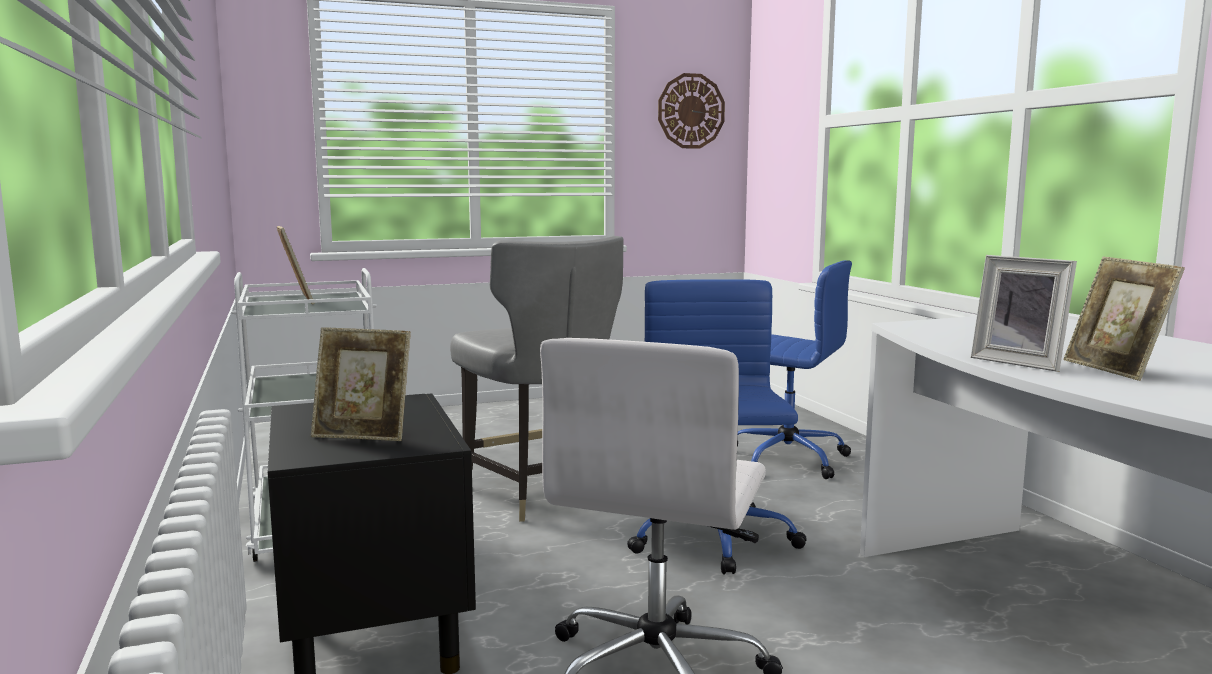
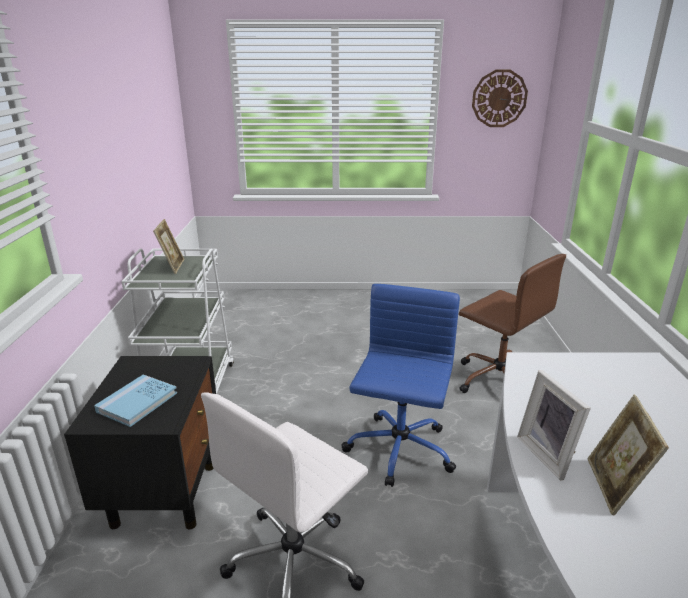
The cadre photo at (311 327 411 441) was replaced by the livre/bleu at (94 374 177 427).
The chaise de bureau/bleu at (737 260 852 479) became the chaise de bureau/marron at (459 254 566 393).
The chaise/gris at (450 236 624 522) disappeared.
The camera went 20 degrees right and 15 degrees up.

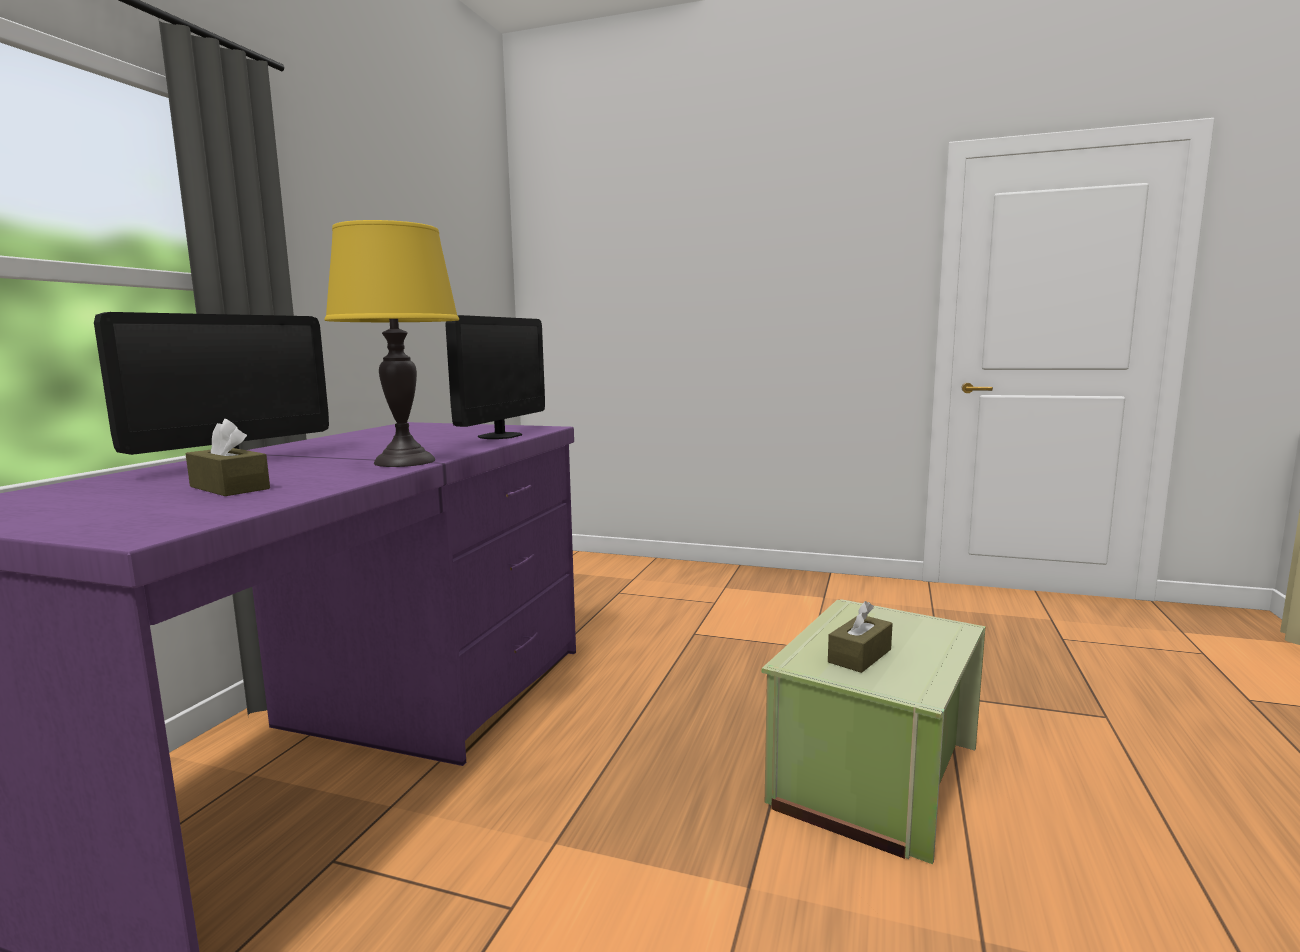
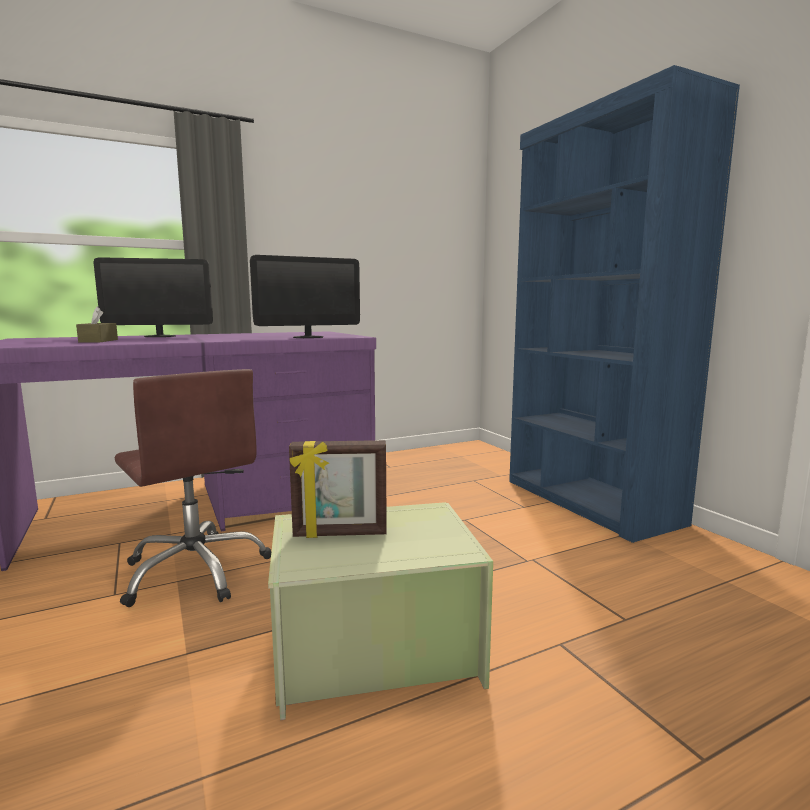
The chaise de bureau/marron at (115 369 271 607) appeared.
The boîte à mouchoirs/marron at (828 601 893 673) was replaced by the cadre photo at (289 440 387 538).
The bibliothèque/bleu at (509 65 740 543) appeared.
The lampe de table/jaune at (324 220 459 467) disappeared.
The camera went 45 degrees right and 0 degrees up.

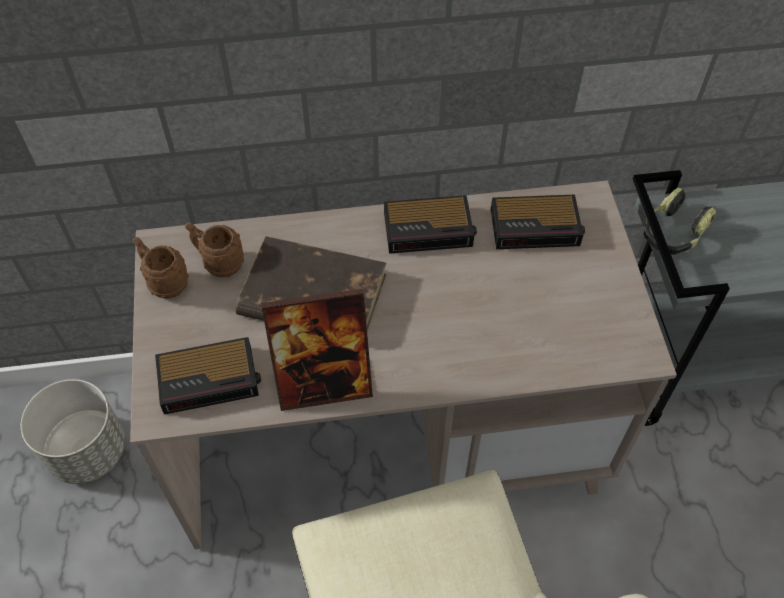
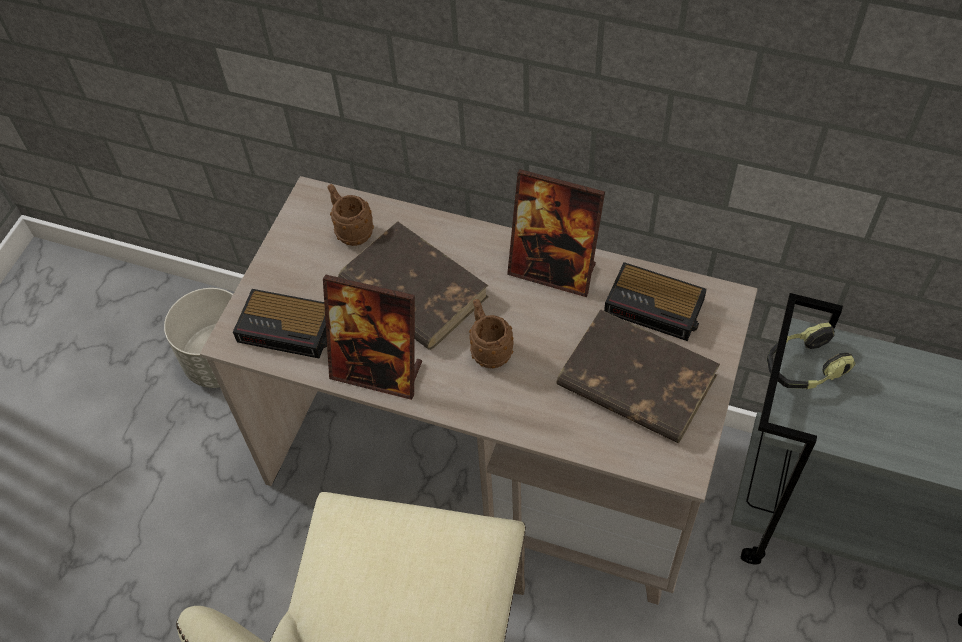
The mug/marron moved from (133 237 189 299) to (469 299 514 368).
The réveil at (384 195 477 254) was replaced by the cadre photo at (507 169 605 297).
The livre/marron at (556 309 720 443) appeared.
The camera went 30 degrees right and 0 degrees up.

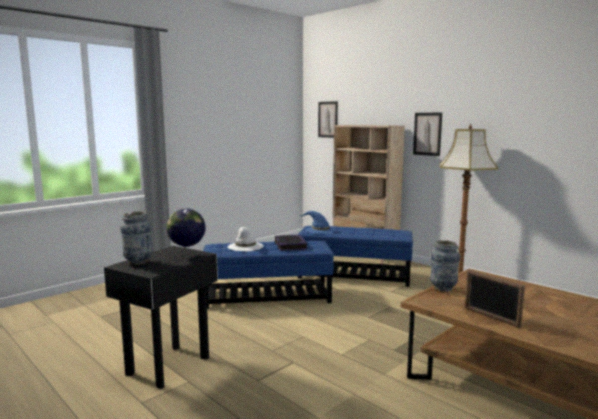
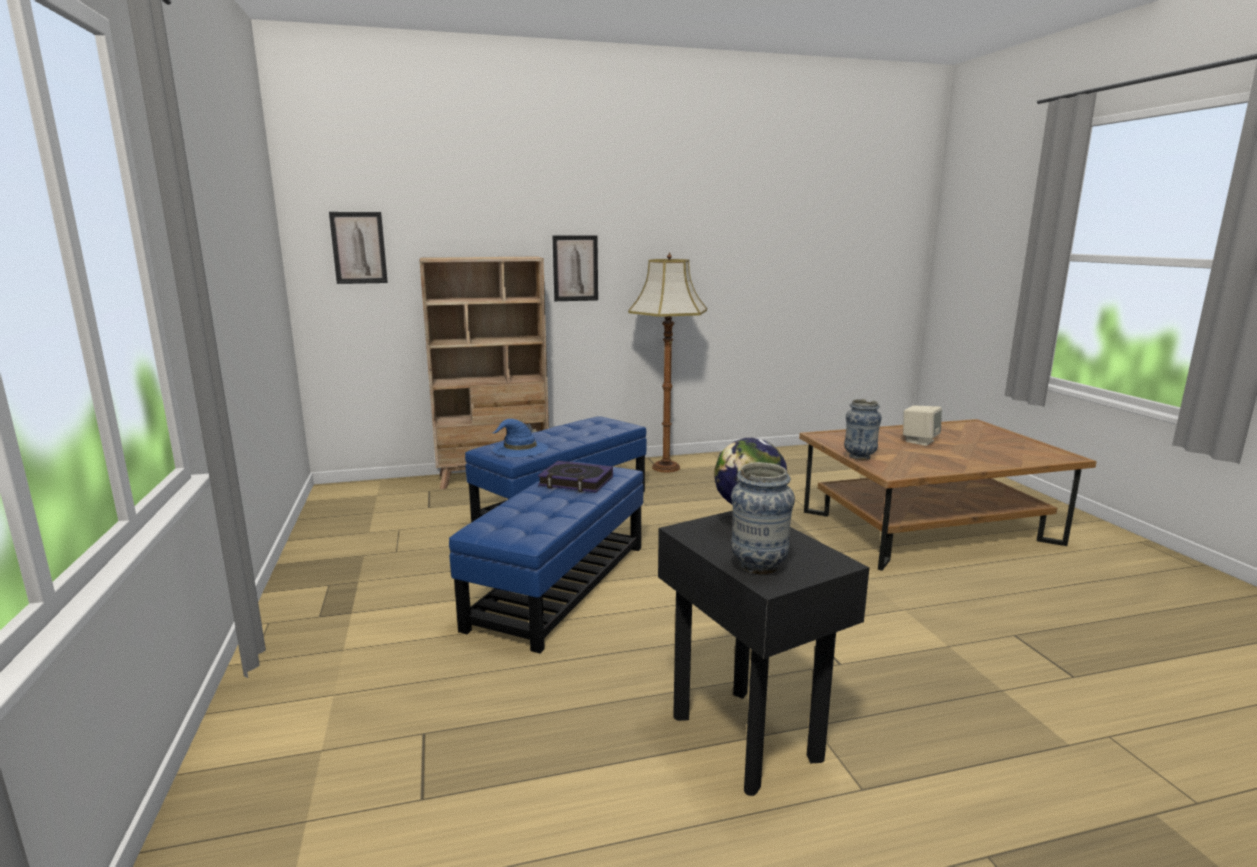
The enceinte/beige at (903 405 942 446) appeared.
The chapeau/blanc at (228 227 264 251) disappeared.
The cadre photo at (465 269 525 328) disappeared.
The camera went 60 degrees left and 5 degrees up.

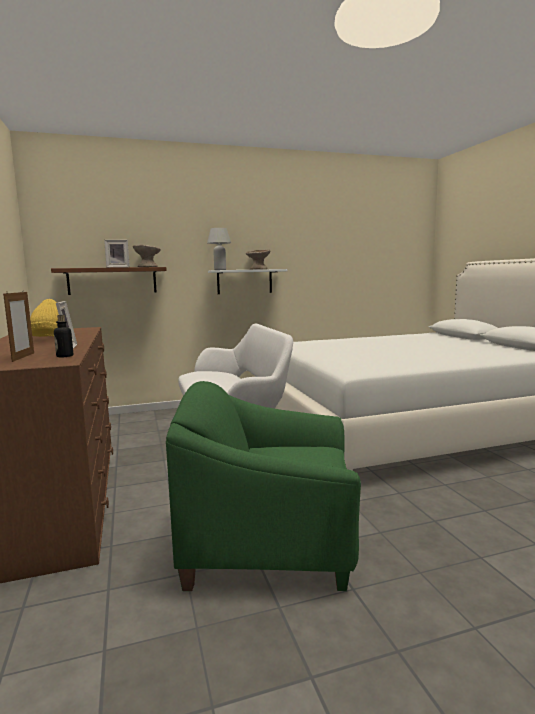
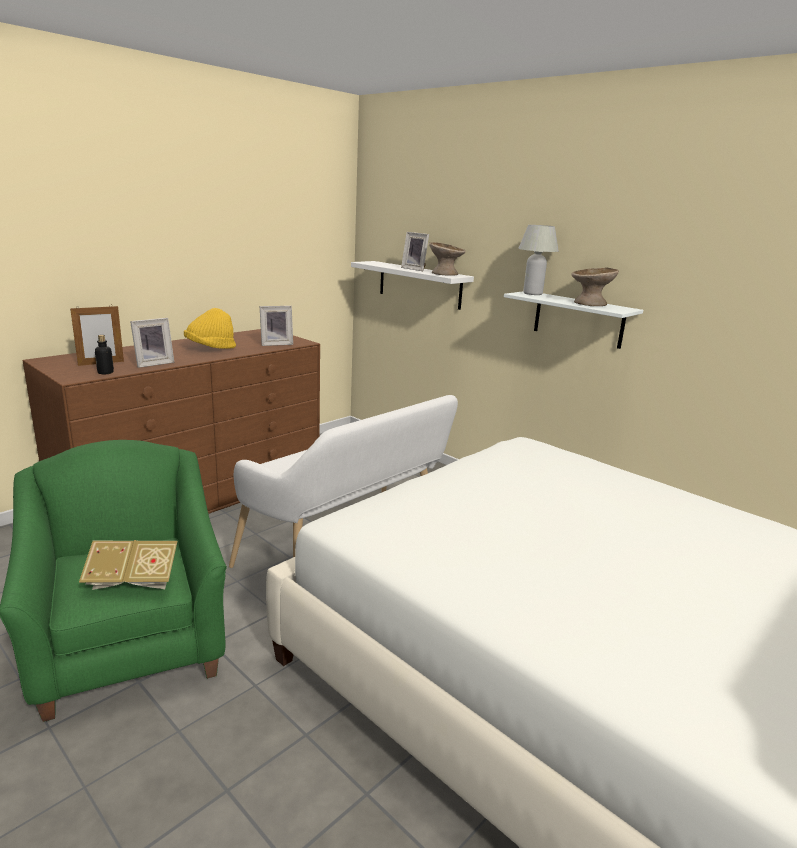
The livre at (79 540 178 590) appeared.
The cadre photo at (260 306 293 346) appeared.
The étagère/marron at (51 267 167 295) became the étagère/blanc at (351 261 474 310).
The camera went 60 degrees right and 10 degrees up.

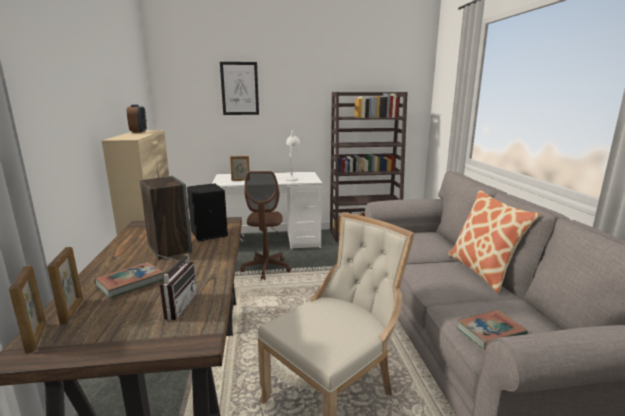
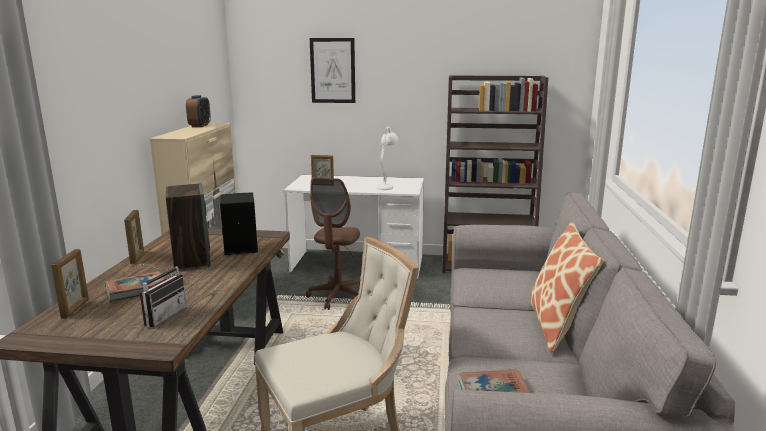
The cadre photo moved from (9 265 46 354) to (124 210 144 264).
The camera went 15 degrees right and 0 degrees up.

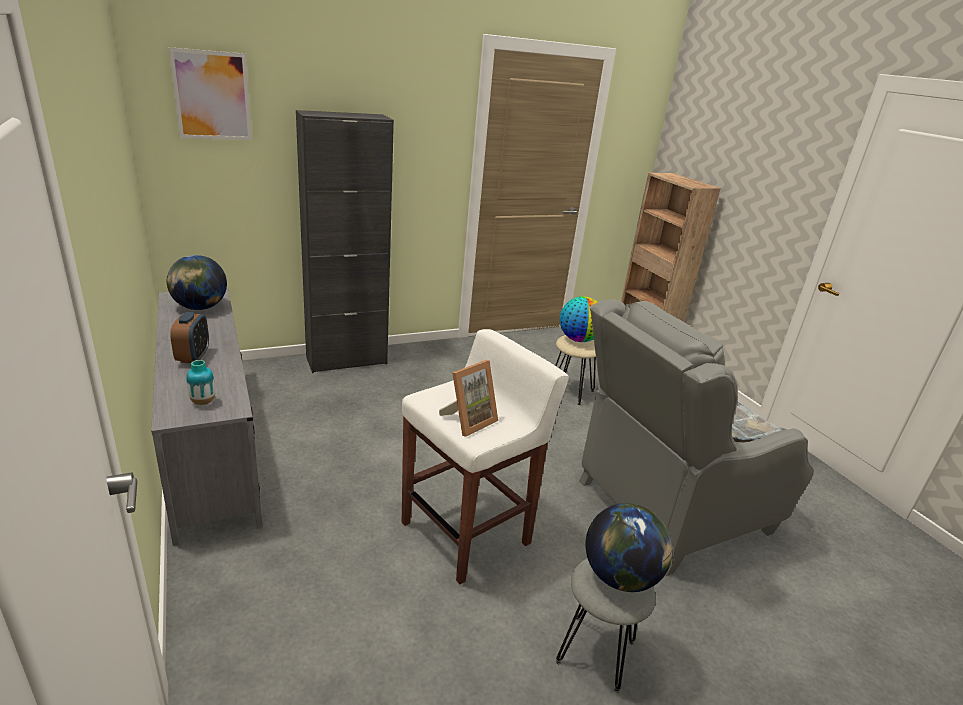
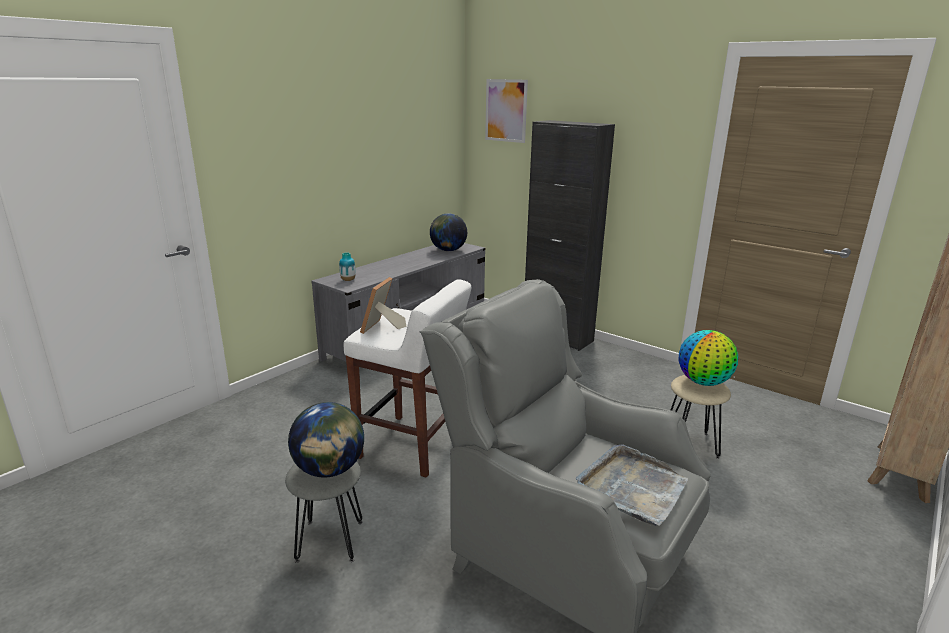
The cadre photo at (439 360 498 437) turned 90 degrees clockwise.
The réveil at (170 312 209 363) disappeared.
The camera went 65 degrees right and 5 degrees down.

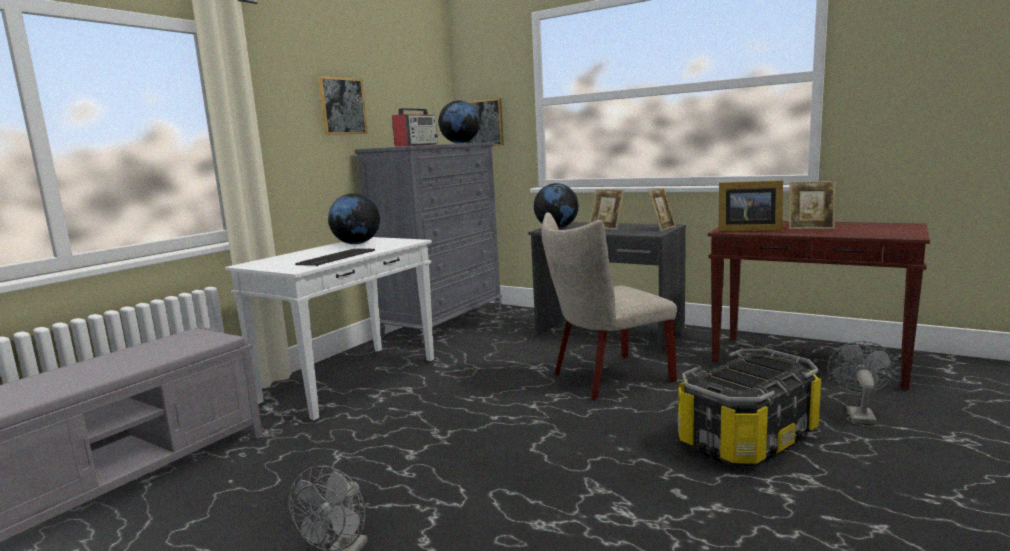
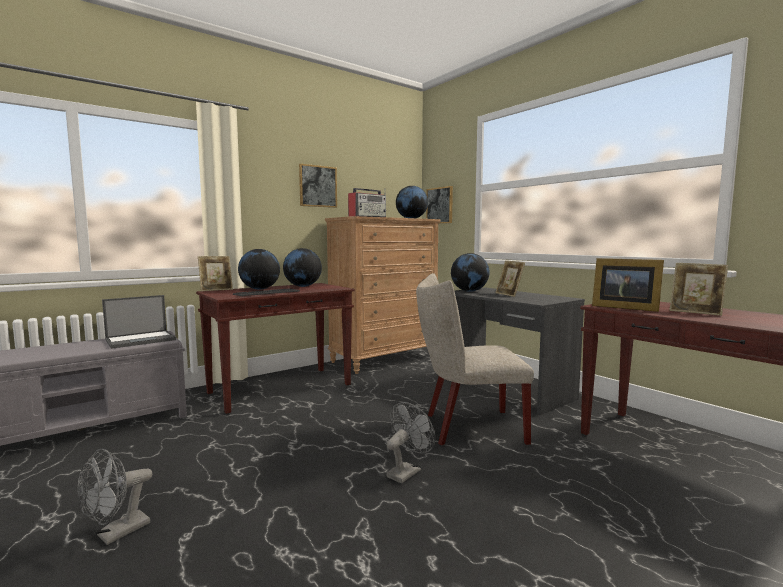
The ordinateur portable at (102 295 176 349) appeared.
The table console/blanc at (225 237 434 421) became the table console/marron at (196 283 355 414).
The cadre photo moved from (648 188 676 232) to (198 256 233 291).
The globe at (238 249 280 289) appeared.
The commode/gris at (354 142 502 347) became the commode/marron at (325 216 441 374).
The ventilateur/gris moved from (828 341 896 425) to (386 402 435 483).
The boîte de rangement at (678 349 821 466) disappeared.
The camera went 20 degrees right and 5 degrees down.

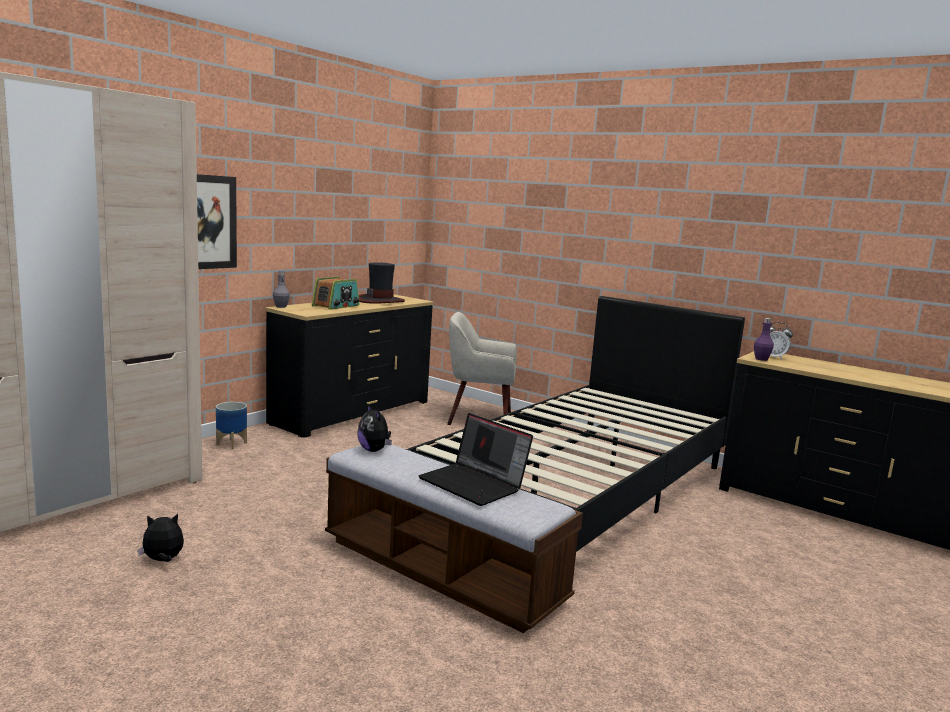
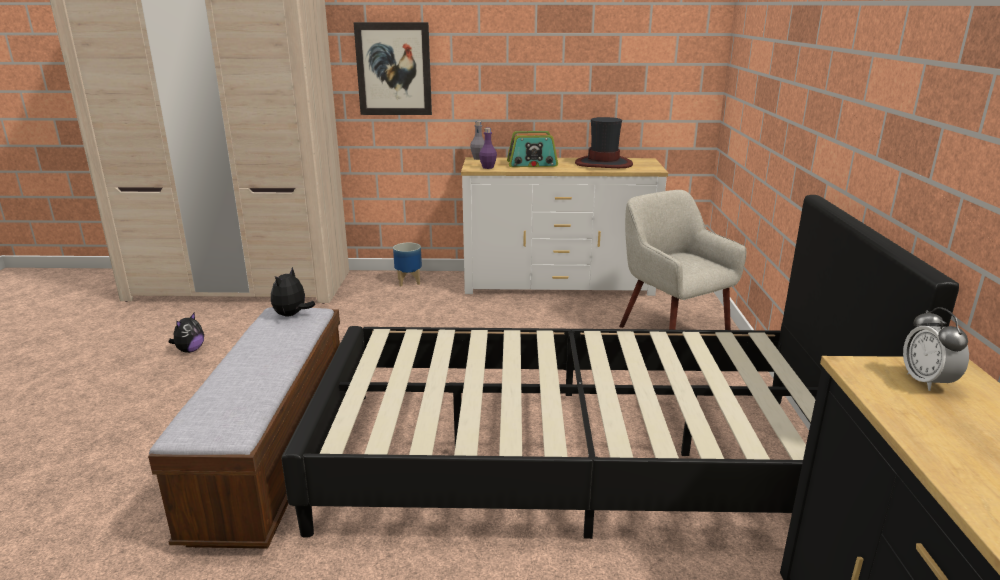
The peluche at (137 514 184 562) turned 75 degrees clockwise.
The commode/noir at (265 294 434 438) became the commode/blanc at (461 157 668 296).
The bouteille/violet moved from (754 318 774 361) to (479 128 497 169).
The ordinateur portable at (419 413 533 506) disappeared.
The camera went 55 degrees right and 10 degrees up.

